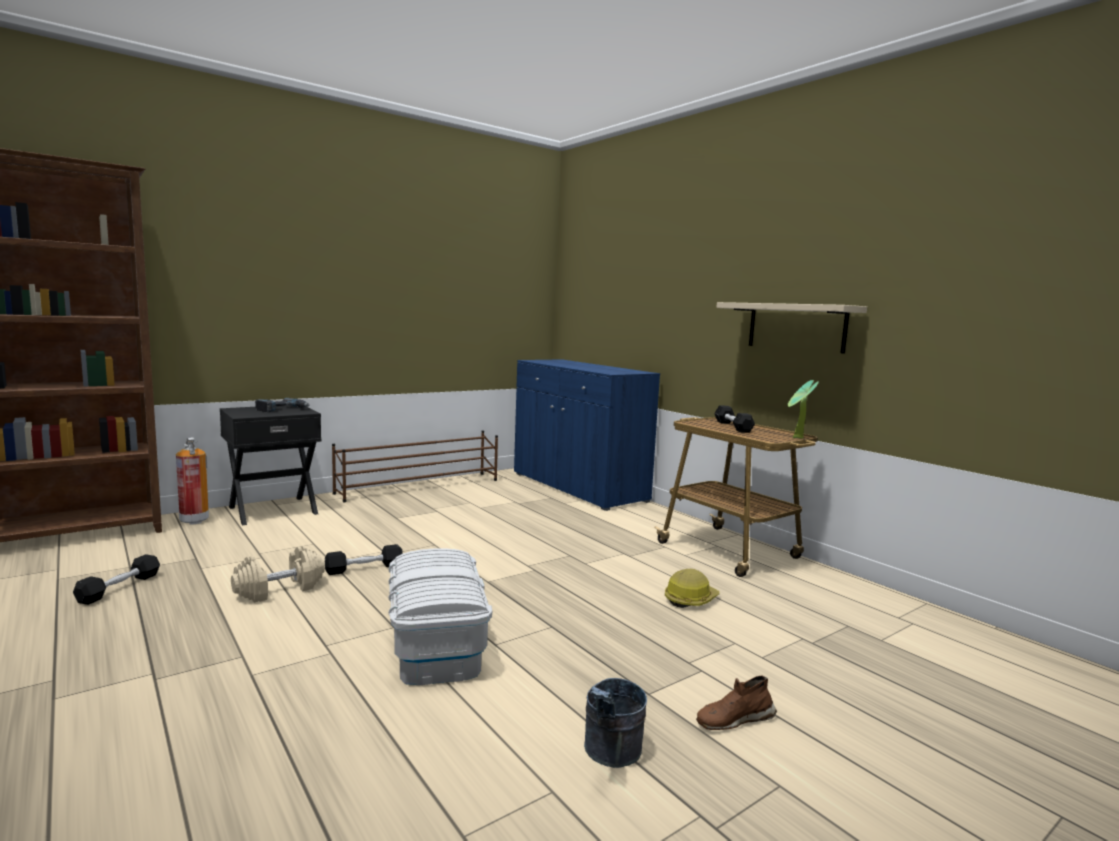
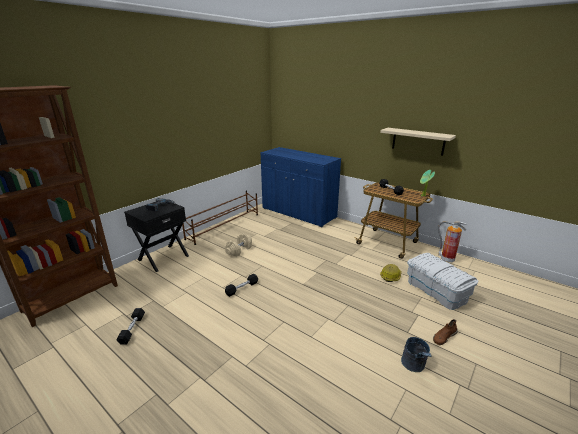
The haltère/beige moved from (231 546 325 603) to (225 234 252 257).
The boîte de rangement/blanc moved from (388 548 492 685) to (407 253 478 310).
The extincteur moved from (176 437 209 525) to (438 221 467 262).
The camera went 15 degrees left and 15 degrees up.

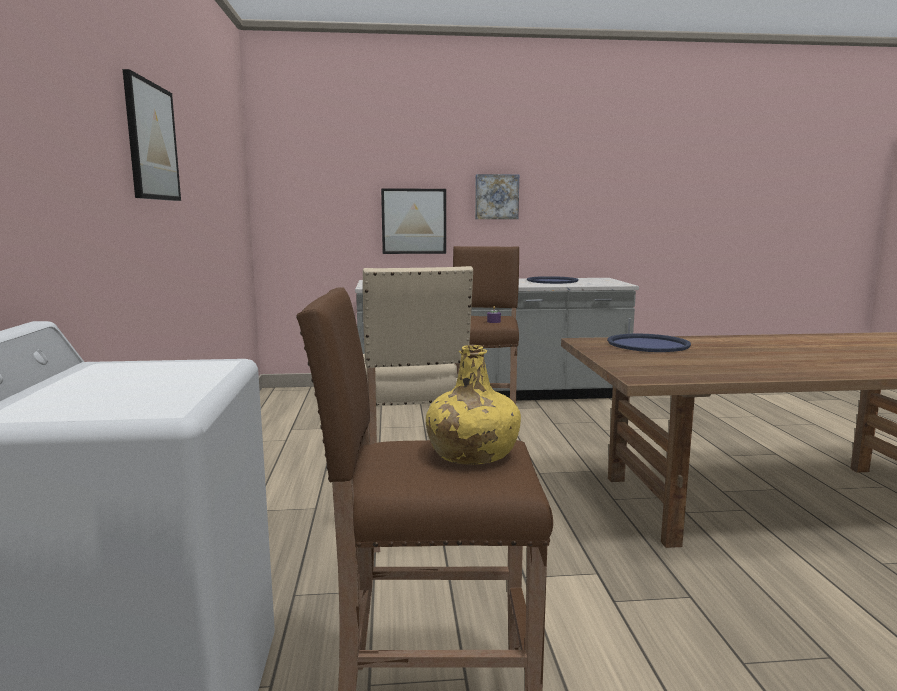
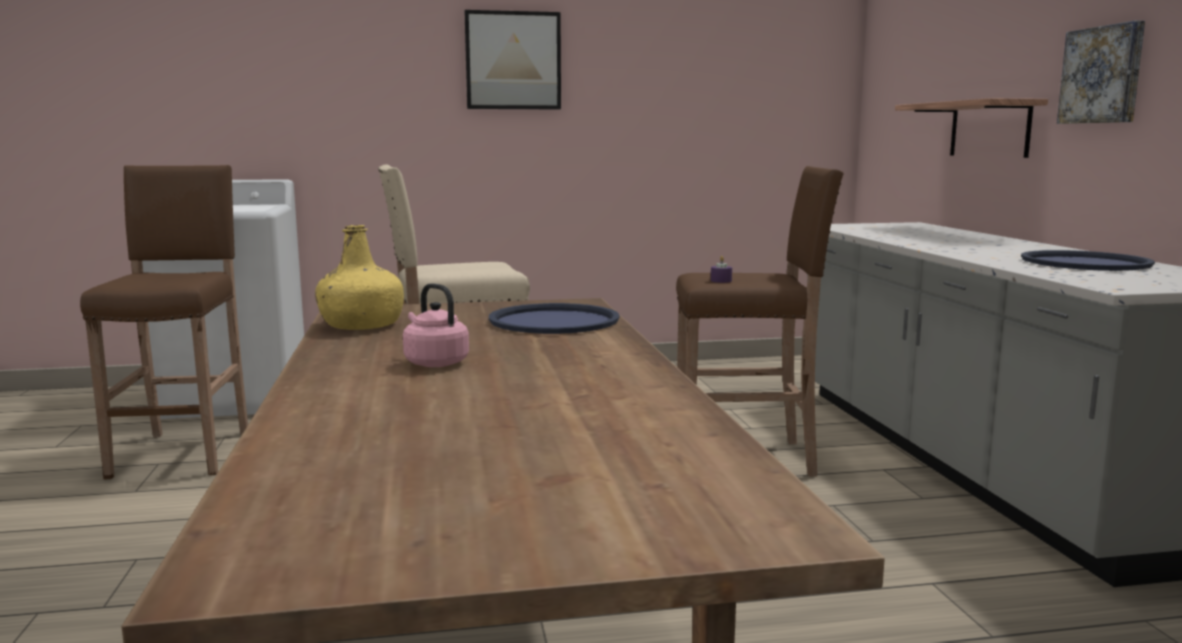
The bouteille/jaune moved from (426 345 521 465) to (315 225 404 330).
The bouilloire/rose at (403 283 469 367) appeared.
The tableau at (381 188 446 254) was replaced by the étagère at (895 98 1048 158).
The camera went 85 degrees right and 0 degrees up.

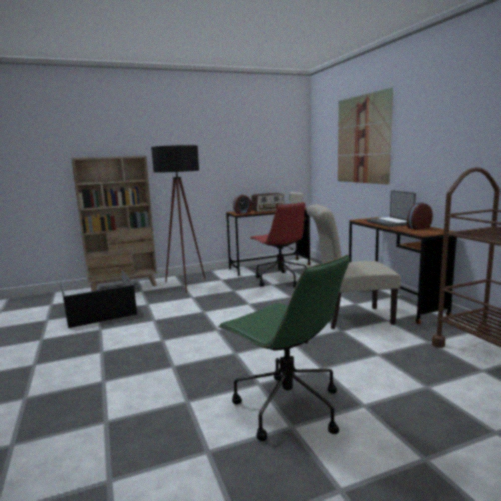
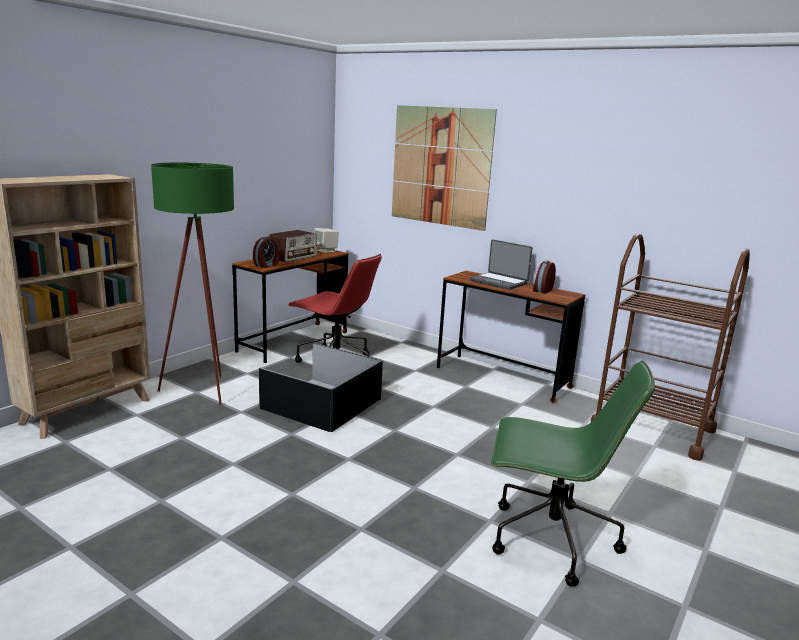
The lampadaire/noir at (151 145 205 293) became the lampadaire/vert at (151 162 234 405).
The boîte de rangement/noir moved from (60 270 137 328) to (259 343 383 432).
The chaise/beige at (306 204 401 329) disappeared.
The camera went 35 degrees left and 5 degrees up.

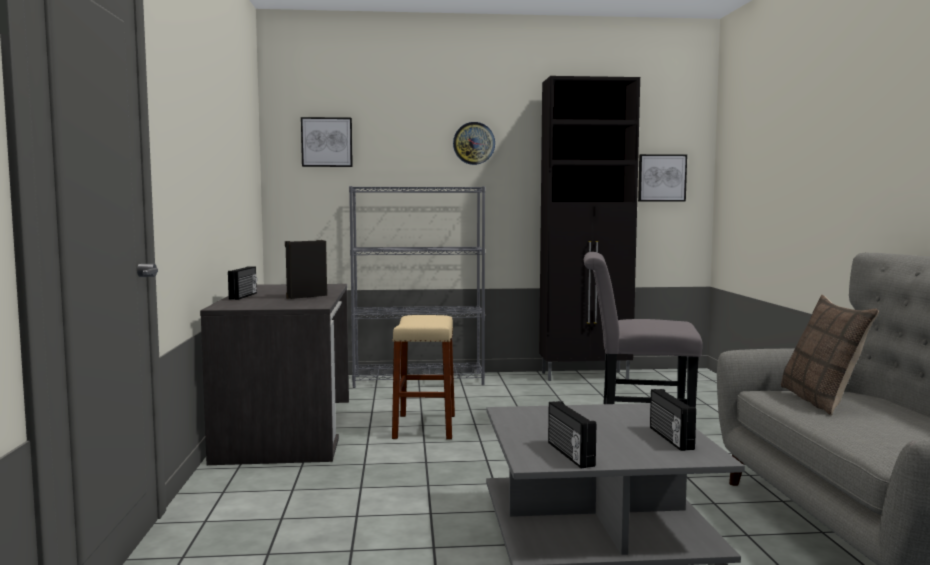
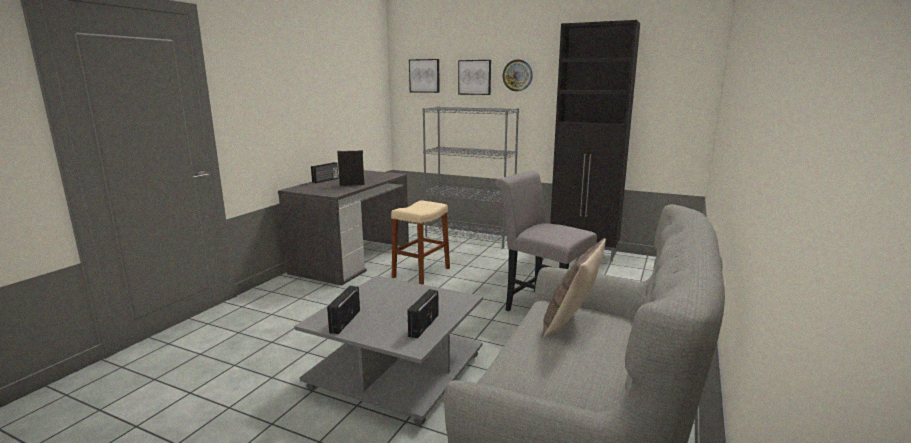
The tableau moved from (638 154 687 201) to (458 60 491 95).
The camera went 30 degrees right and 10 degrees up.

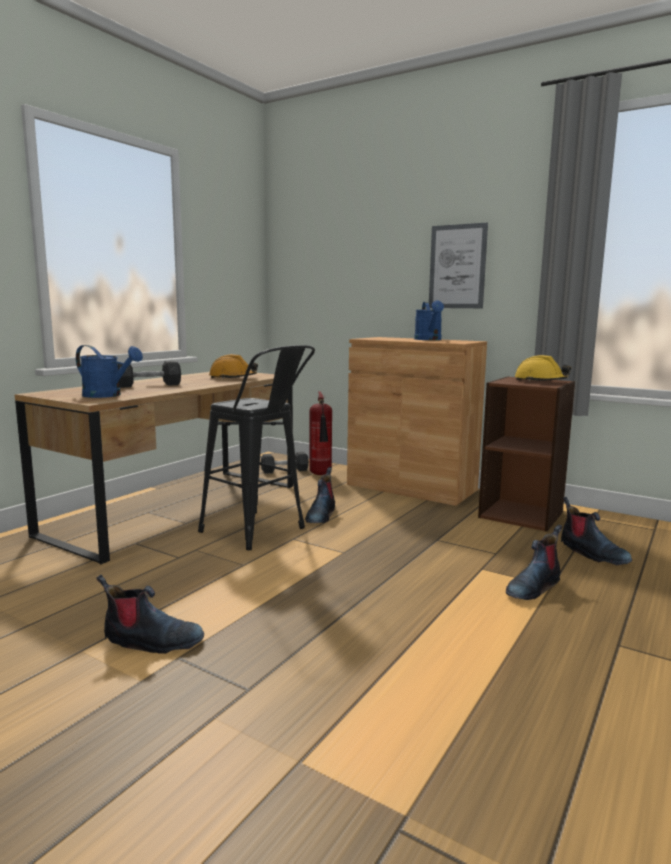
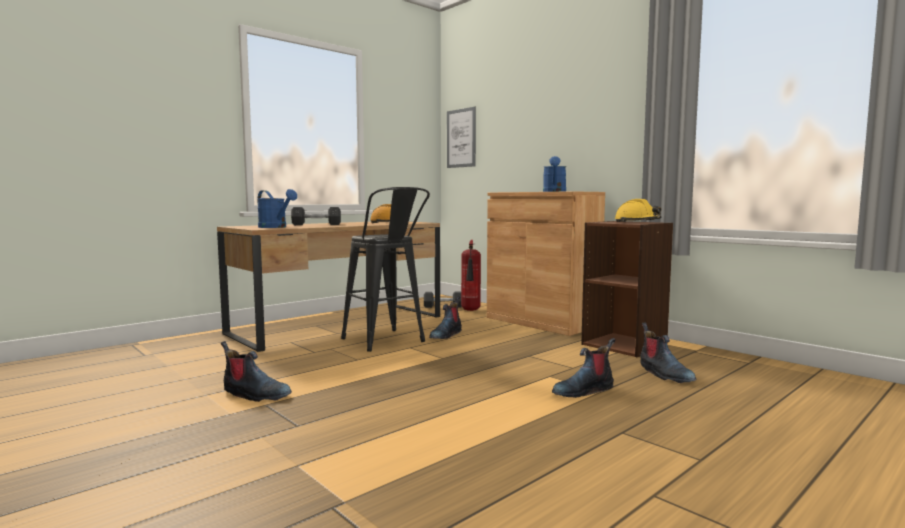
The tableau moved from (429 222 488 308) to (447 107 476 168).
The camera went 15 degrees right and 5 degrees down.

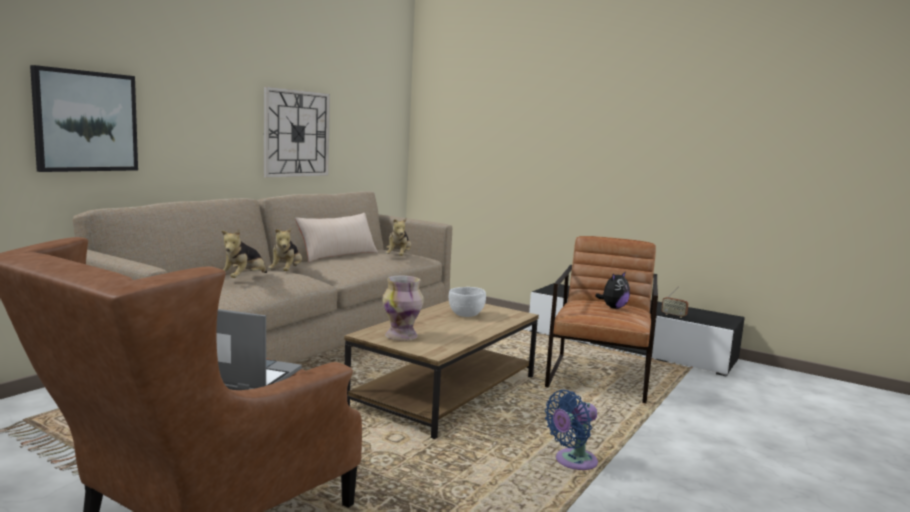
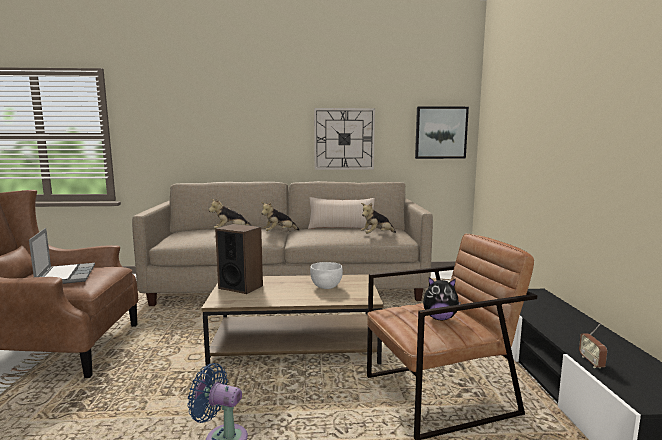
The vase at (382 276 424 341) was replaced by the enceinte at (215 224 263 294).
The tableau moved from (30 65 138 172) to (415 106 469 159).
The camera went 55 degrees right and 0 degrees up.

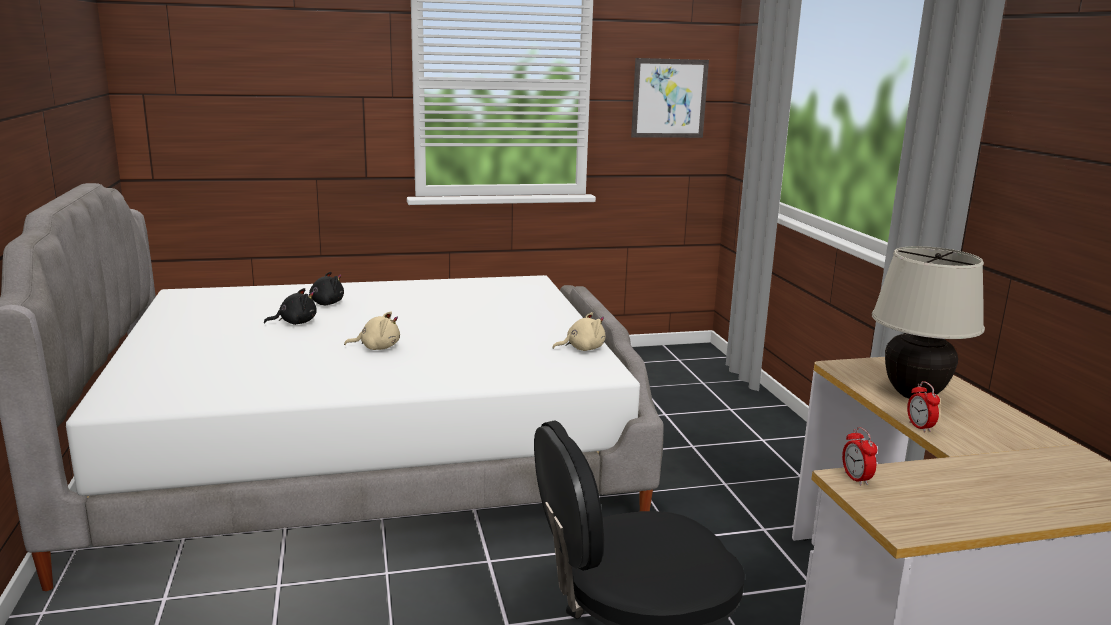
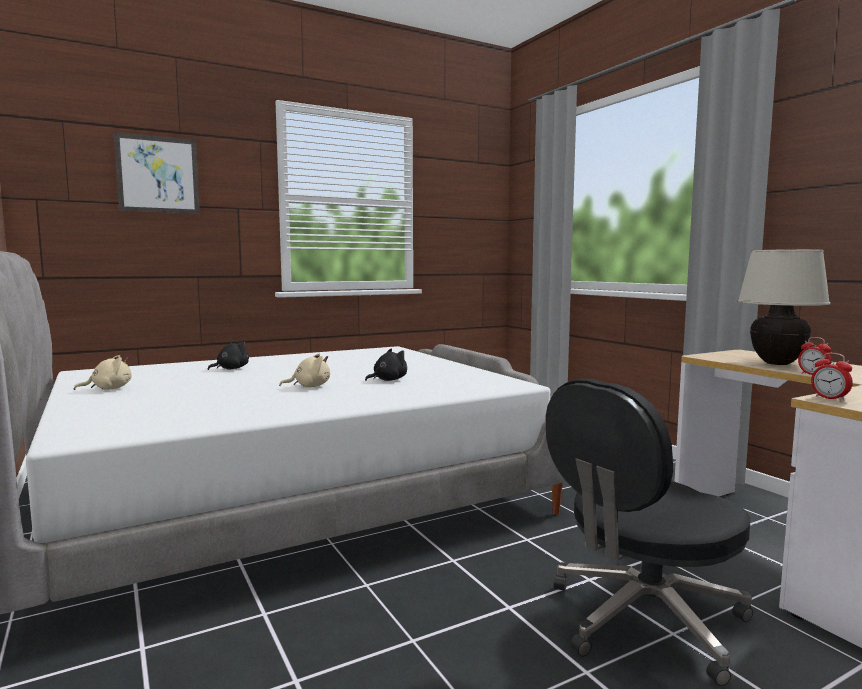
The peluche/beige moved from (552 312 605 351) to (74 355 132 390).
The tableau moved from (631 58 709 138) to (114 132 200 214).
The peluche/noir moved from (264 288 317 325) to (365 349 407 381).
The camera went 15 degrees left and 10 degrees down.

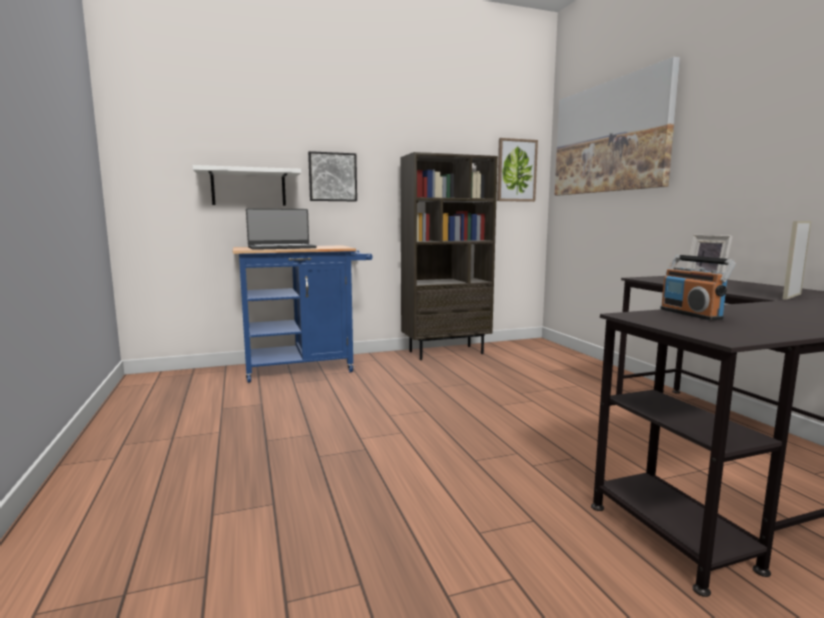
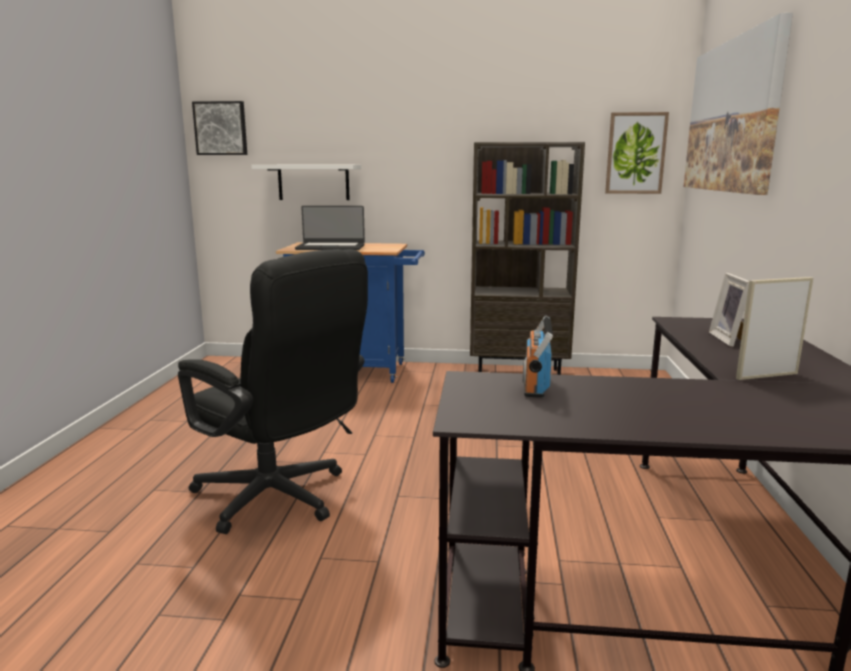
The chaise de bureau/noir at (178 249 368 534) appeared.
The tableau moved from (308 151 357 201) to (192 101 247 155).
The camera went 25 degrees right and 5 degrees up.

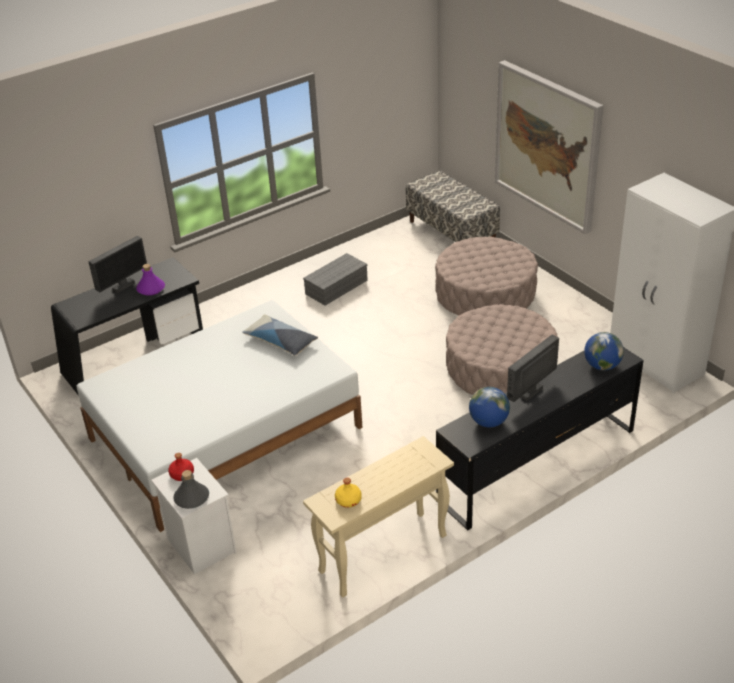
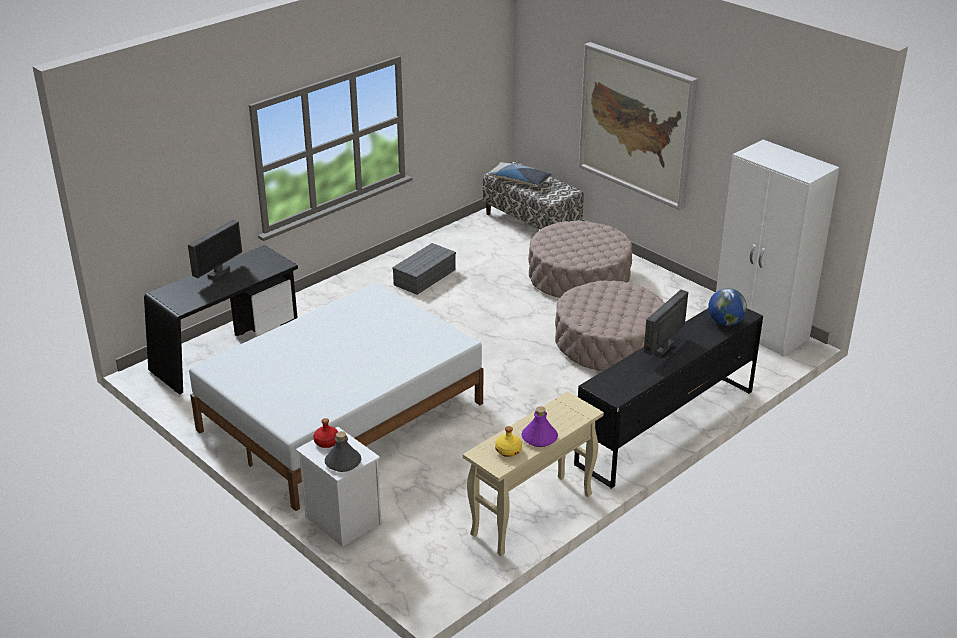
The coussin moved from (242 314 318 356) to (488 162 552 186).
The bouteille/violet moved from (136 264 165 296) to (521 406 558 447).
The globe at (469 387 510 428) disappeared.
The camera went 10 degrees left and 5 degrees down.

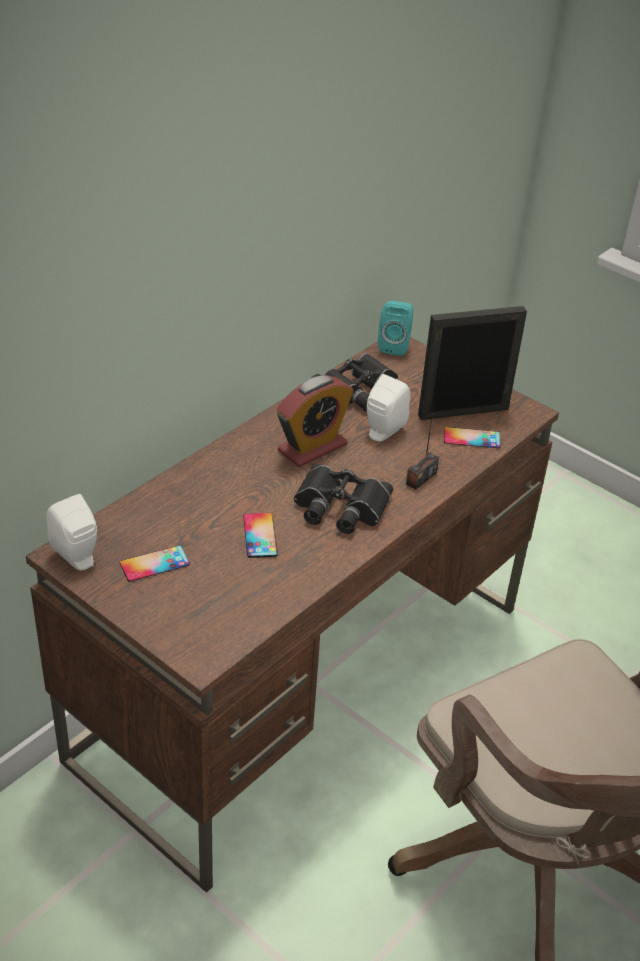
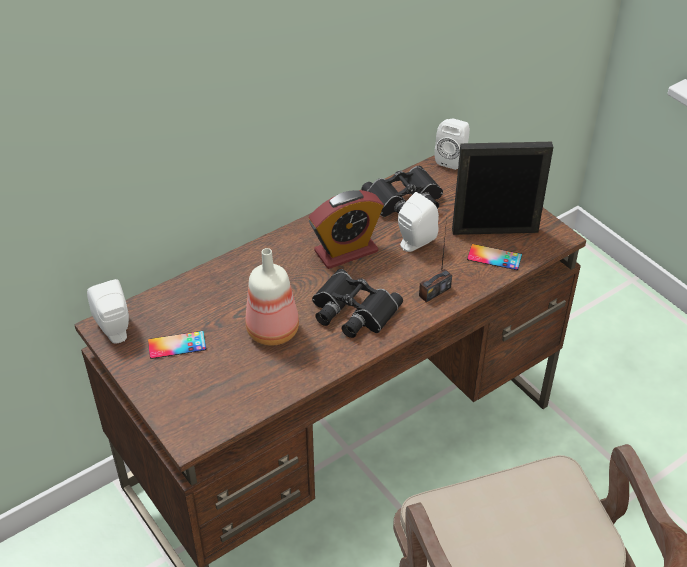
The téléphone at (243 513 278 558) was replaced by the bouteille at (245 248 299 346).
The enceinte/turquoise at (378 301 413 356) became the enceinte/blanc at (434 119 470 170).
The camera went 15 degrees right and 5 degrees up.

